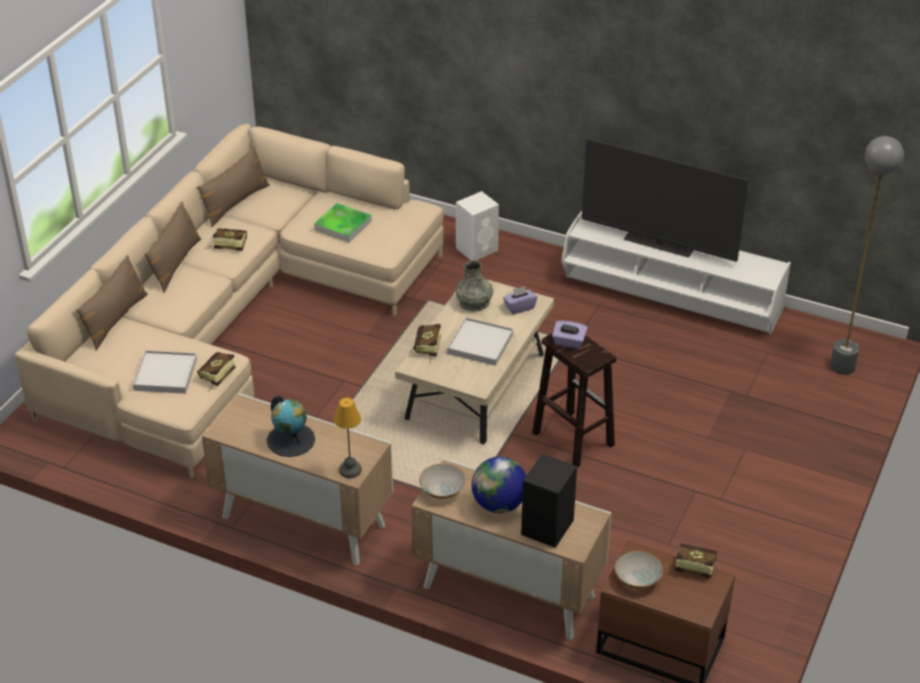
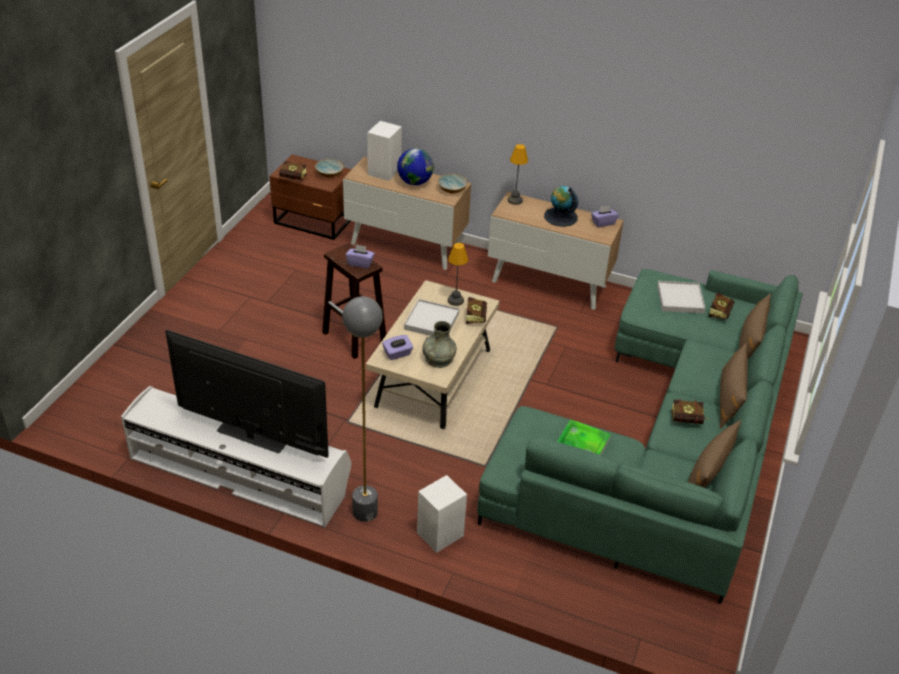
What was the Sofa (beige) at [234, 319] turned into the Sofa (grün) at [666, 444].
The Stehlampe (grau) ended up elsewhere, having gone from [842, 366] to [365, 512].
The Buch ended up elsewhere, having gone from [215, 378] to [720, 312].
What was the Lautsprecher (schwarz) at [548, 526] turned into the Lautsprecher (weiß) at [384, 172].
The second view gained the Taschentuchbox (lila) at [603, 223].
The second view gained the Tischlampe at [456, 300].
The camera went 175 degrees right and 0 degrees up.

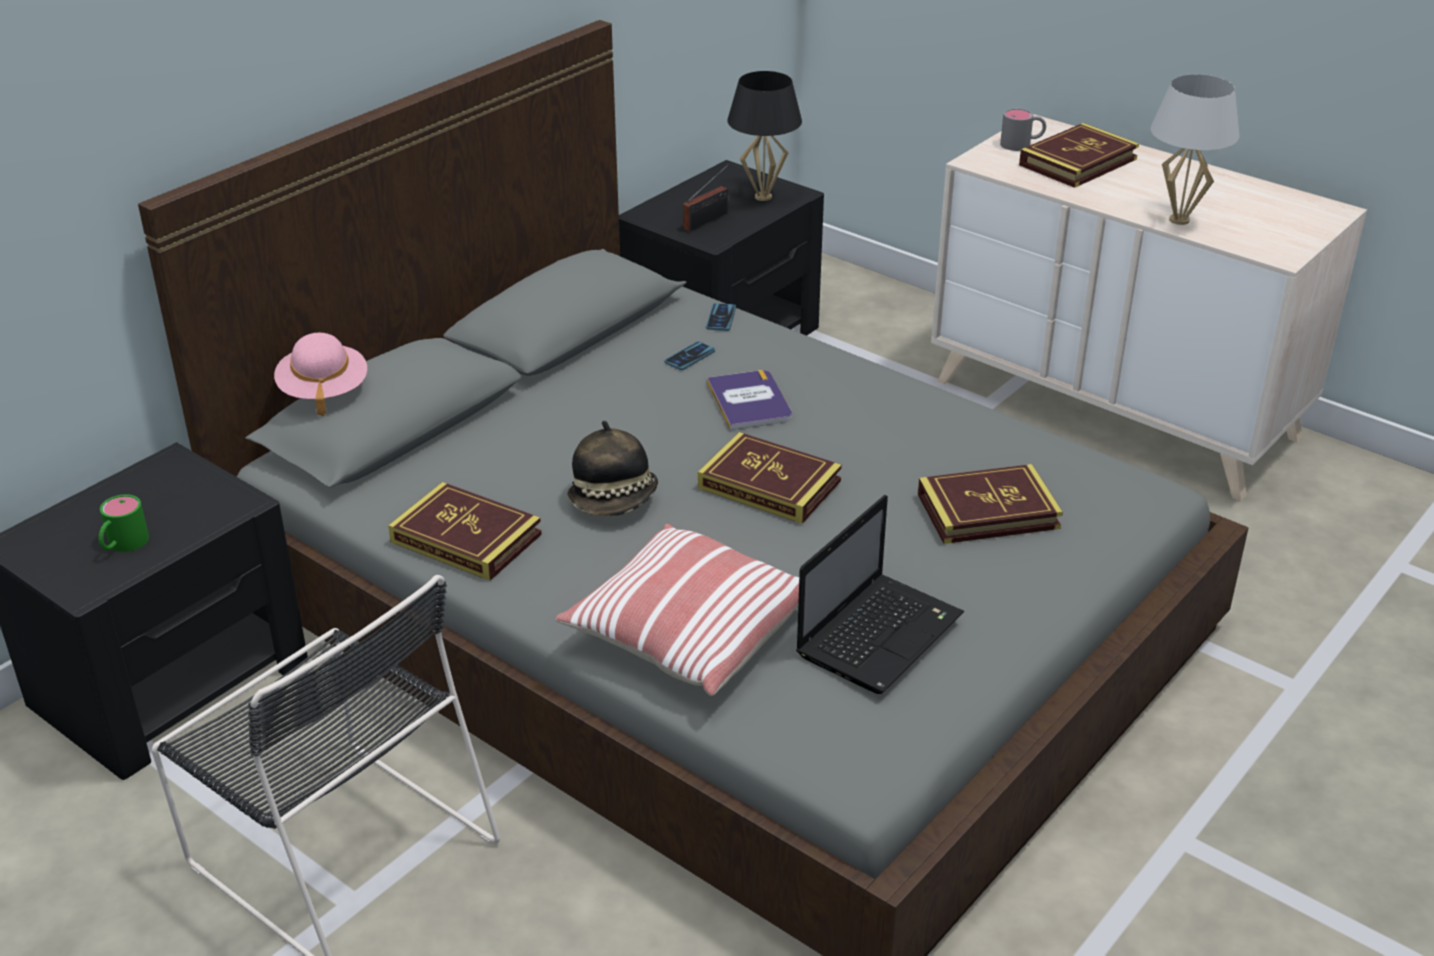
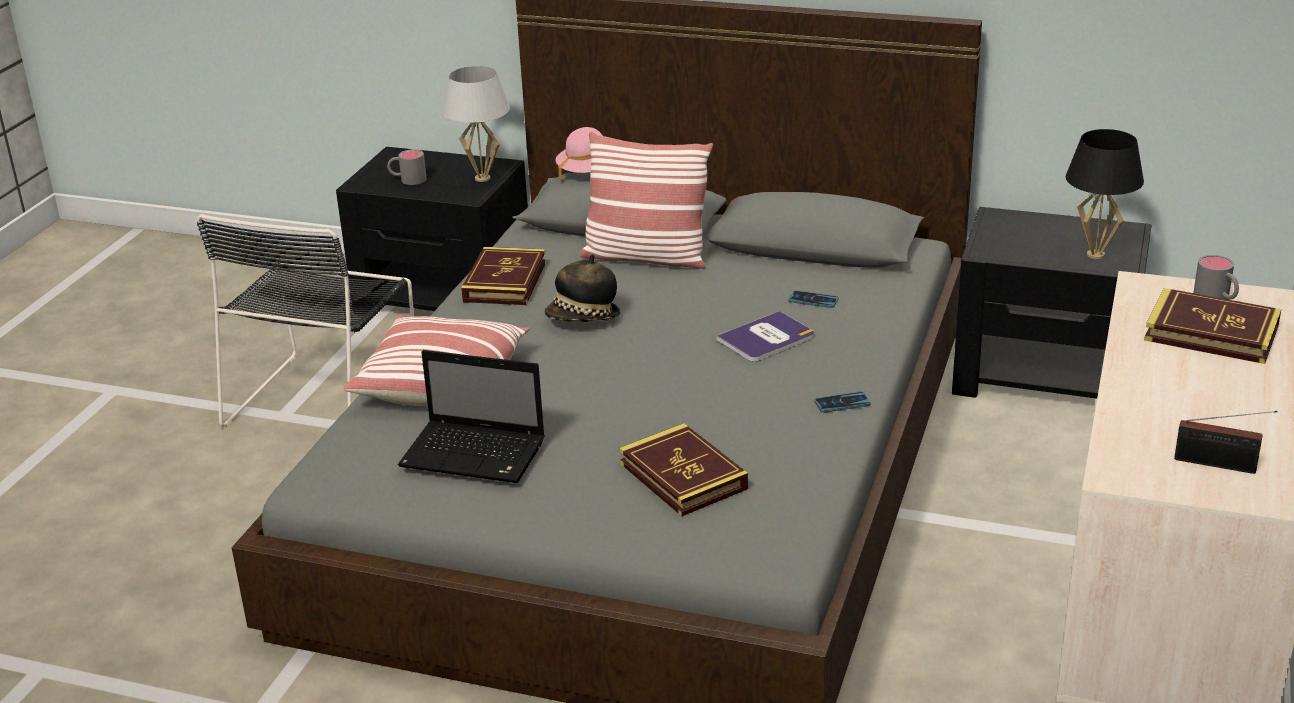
The Tischlampe (weiß) ended up elsewhere, having gone from [1179, 220] to [483, 178].
The Radio ended up elsewhere, having gone from [708, 221] to [1219, 465].
The Handy ended up elsewhere, having gone from [721, 318] to [842, 403].
The second view lost the Buch at [769, 484].
What was the Henkelbecher (grün) at [123, 545] turned into the Henkelbecher (grau) at [407, 179].
The second view gained the Kissen at [646, 257].
The camera went 70 degrees right and 5 degrees down.

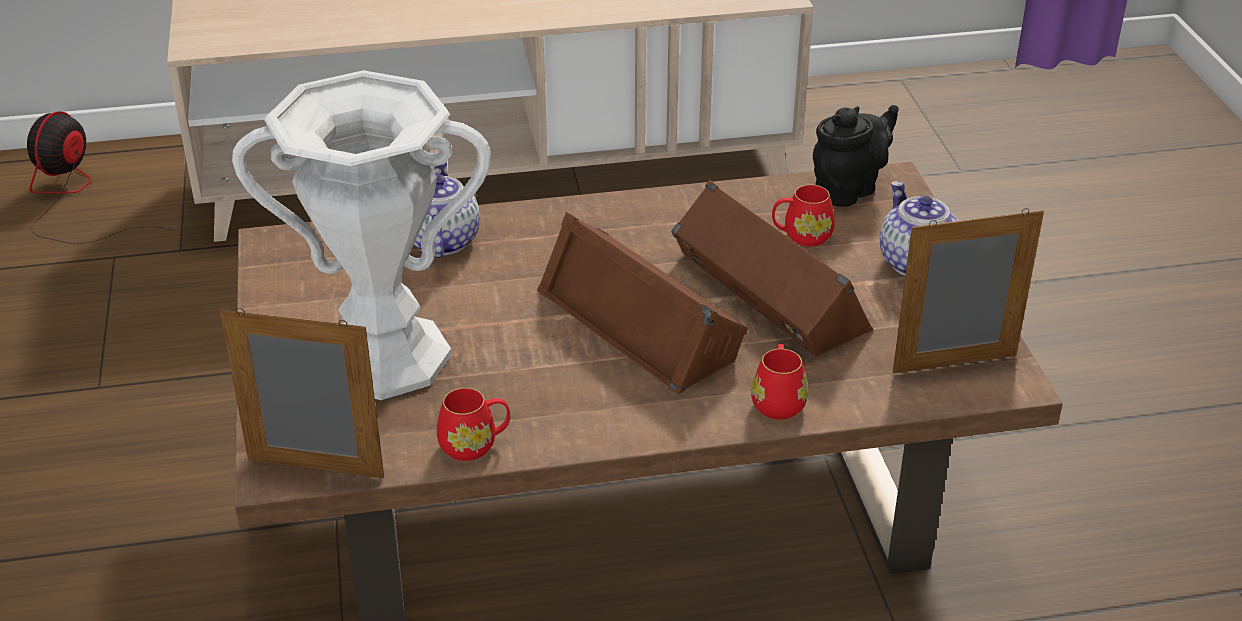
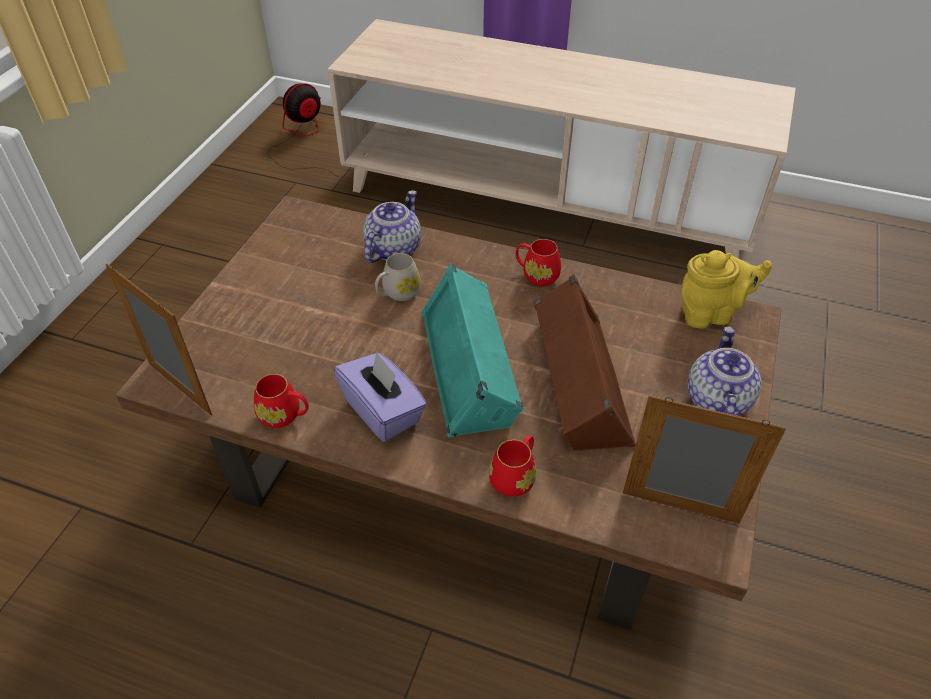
The second view lost the Vase (weiß) at [384, 357].
What was the Teekanne (schwarz) at [849, 189] turned into the Teekanne (gelb) at [710, 313].
The Henkelbecher (rot) ended up elsewhere, having gone from [801, 236] to [536, 275].
What was the Lautsprecher (braun) at [642, 321] turned into the Lautsprecher (türkis) at [471, 364].
The second view gained the Henkelbecher (weiß) at [397, 293].
The second view gained the Taschentuchbox (lila) at [383, 411].
The camera went 30 degrees right and 10 degrees up.

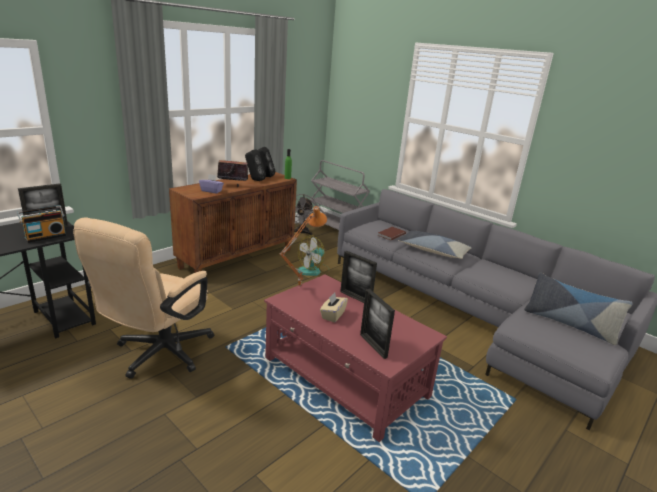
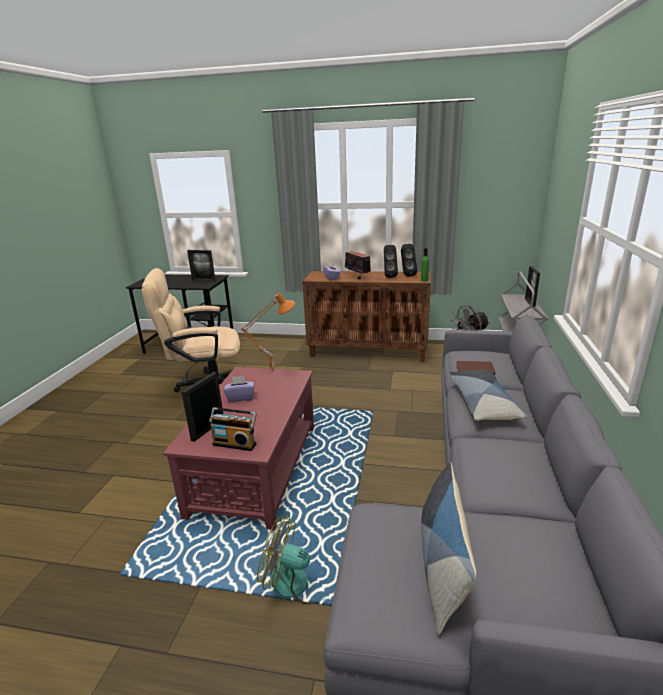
The Radio ended up elsewhere, having gone from [45, 236] to [235, 443].
The Ventilator ended up elsewhere, having gone from [313, 270] to [298, 582].
The Bilderrahmen ended up elsewhere, having gone from [355, 298] to [529, 303].
What was the Taschentuchbox (beige) at [332, 315] turned into the Taschentuchbox (lila) at [240, 397].
The camera went 60 degrees right and 0 degrees up.

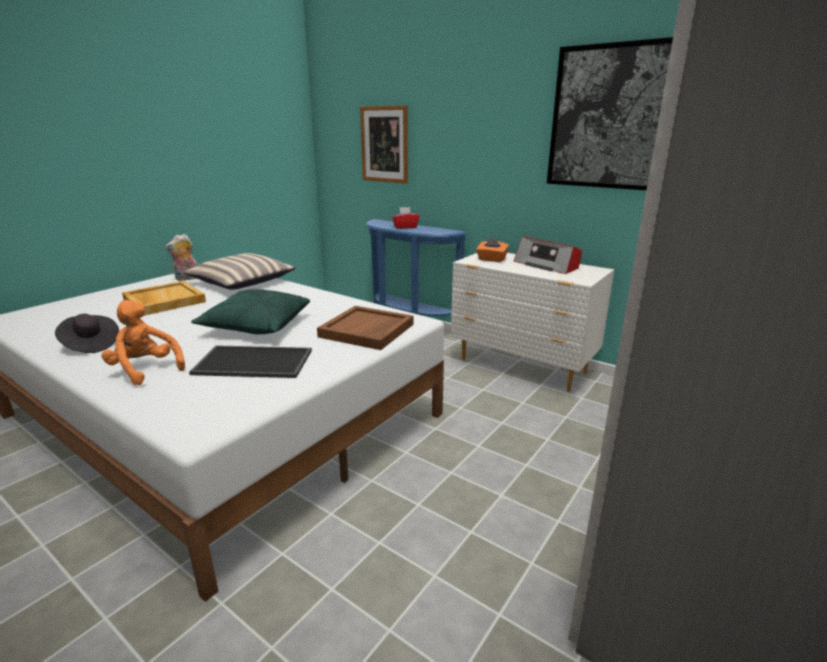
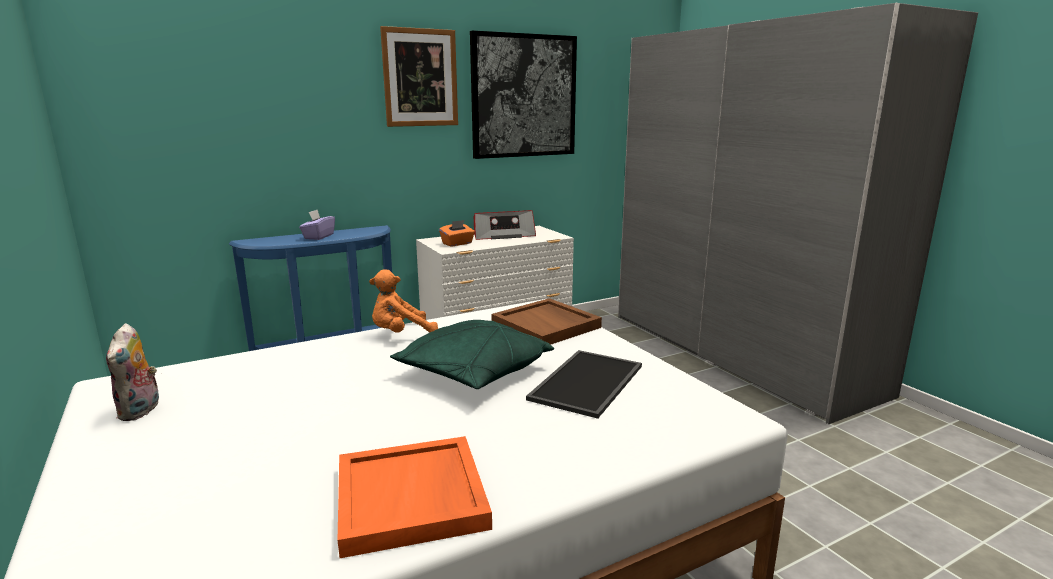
The Bild ended up elsewhere, having gone from [384, 144] to [420, 78].
What was the Taschentuchbox (rot) at [405, 227] turned into the Taschentuchbox (lila) at [318, 237].
The second view lost the Kissen at [242, 282].
The second view lost the Tablett (beige) at [163, 301].
The Plüschtier (orange) ended up elsewhere, having gone from [145, 370] to [401, 334].
Where the Hut (schwarz) stood at [90, 345], the Tablett (orange) came to stand at [412, 498].
The camera went 65 degrees left and 5 degrees down.

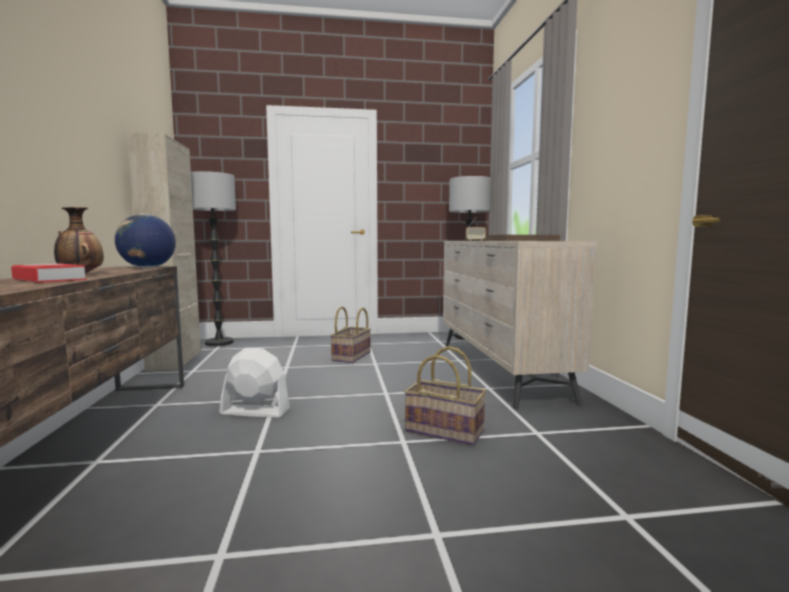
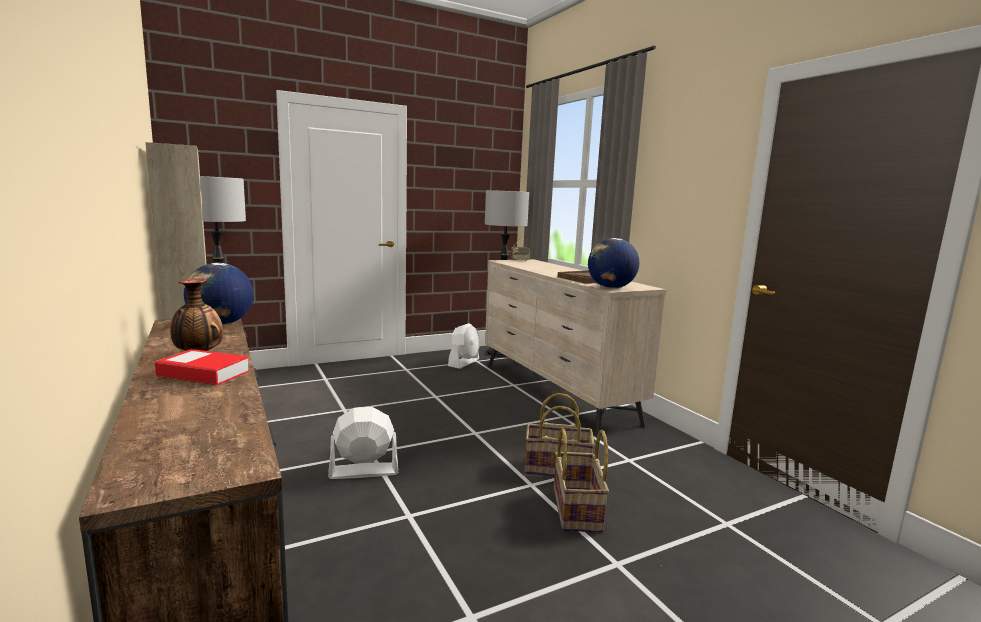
The Korb ended up elsewhere, having gone from [352, 356] to [578, 510].
The second view gained the Globus at [610, 288].
The second view gained the Ventilator (weiß) at [464, 362].
The camera went 20 degrees left and 5 degrees up.

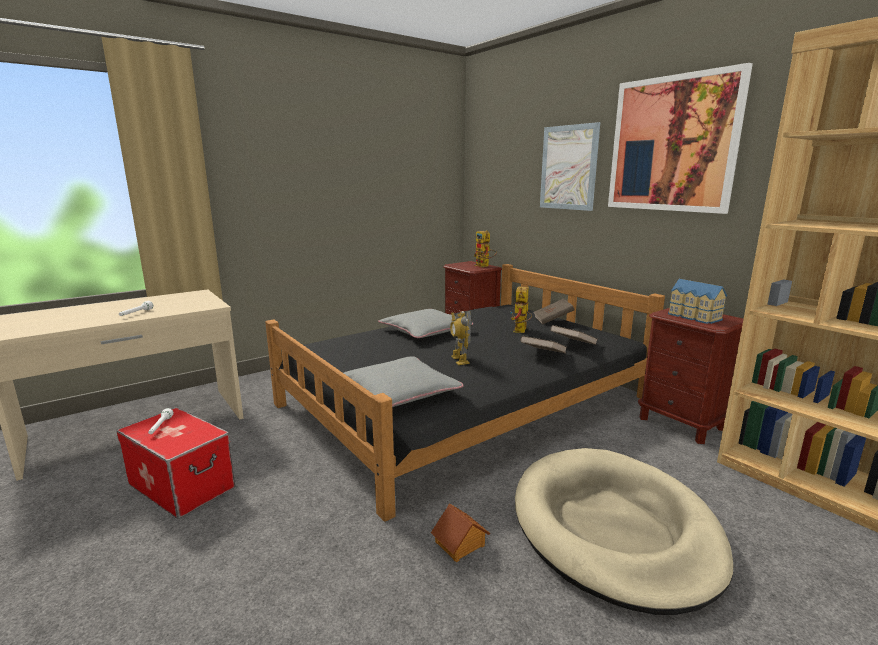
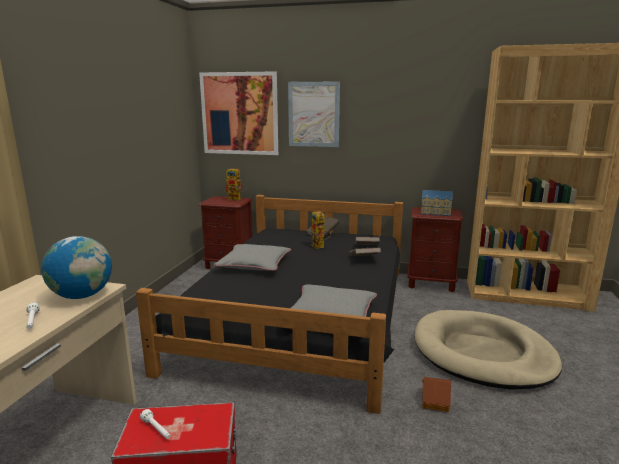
The Bild ended up elsewhere, having gone from [672, 144] to [240, 113].
The second view lost the Spielzeugroboter at [459, 360].
The second view gained the Globus at [82, 296].
The camera went 40 degrees left and 0 degrees up.

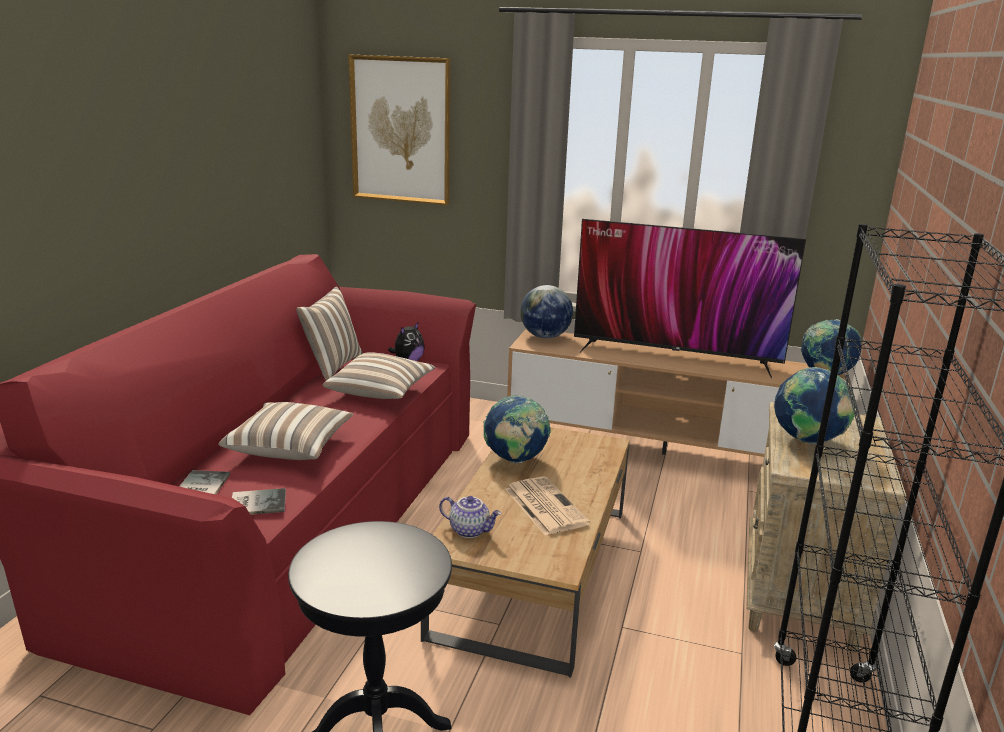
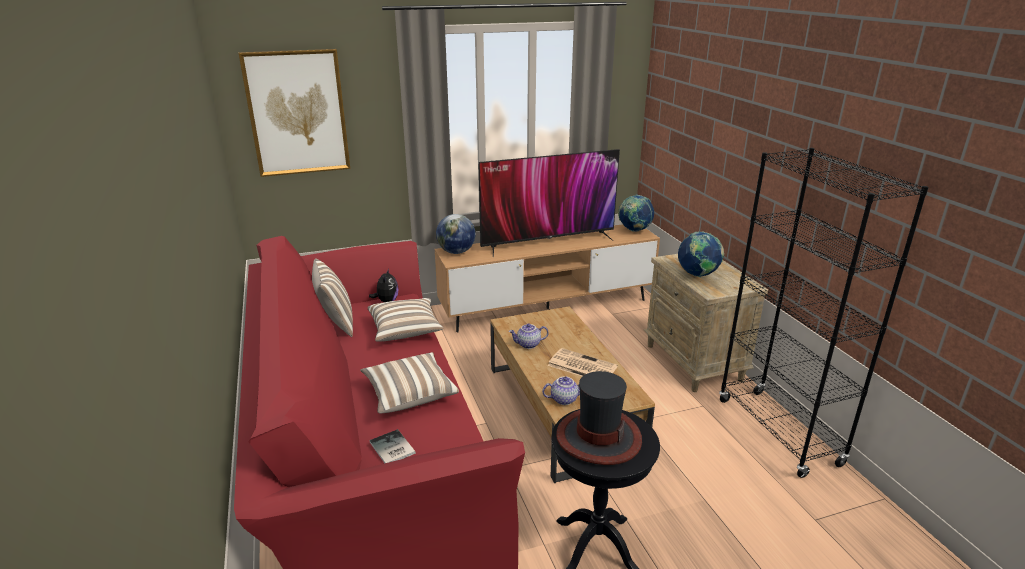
Where the Globus stood at [515, 460], the Teekanne came to stand at [528, 345].
The second view lost the Buch at [256, 502].
The second view gained the Hut at [598, 437].
The camera went 35 degrees left and 5 degrees up.

